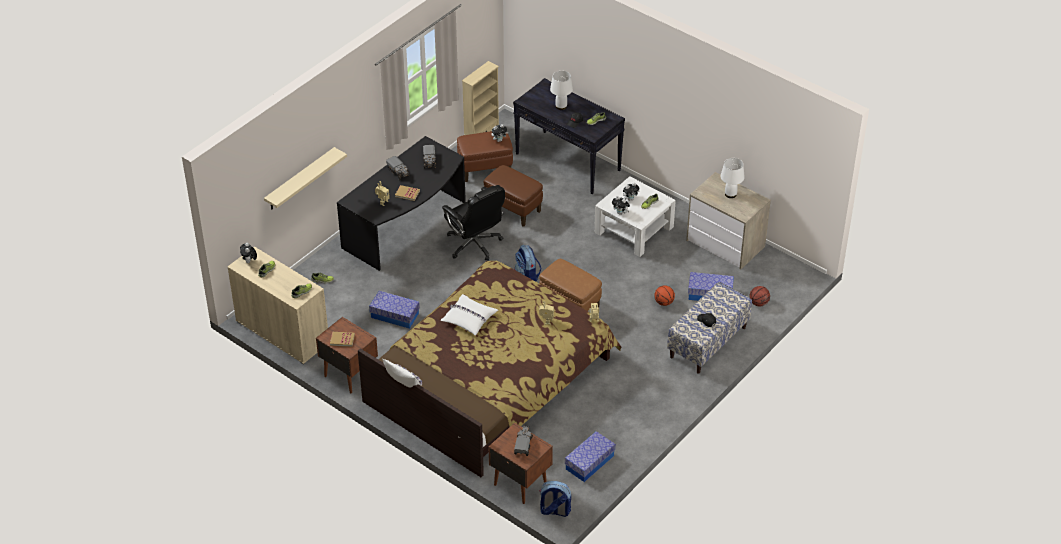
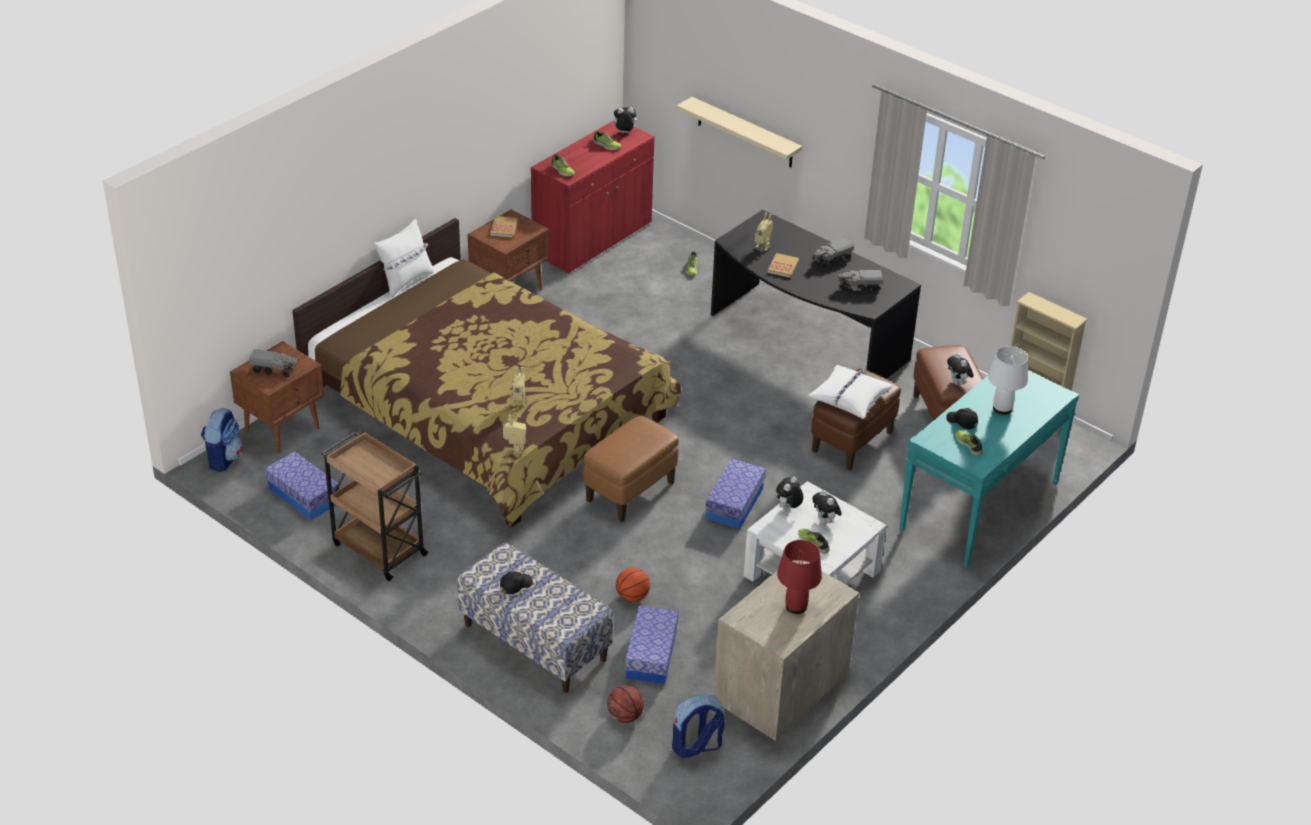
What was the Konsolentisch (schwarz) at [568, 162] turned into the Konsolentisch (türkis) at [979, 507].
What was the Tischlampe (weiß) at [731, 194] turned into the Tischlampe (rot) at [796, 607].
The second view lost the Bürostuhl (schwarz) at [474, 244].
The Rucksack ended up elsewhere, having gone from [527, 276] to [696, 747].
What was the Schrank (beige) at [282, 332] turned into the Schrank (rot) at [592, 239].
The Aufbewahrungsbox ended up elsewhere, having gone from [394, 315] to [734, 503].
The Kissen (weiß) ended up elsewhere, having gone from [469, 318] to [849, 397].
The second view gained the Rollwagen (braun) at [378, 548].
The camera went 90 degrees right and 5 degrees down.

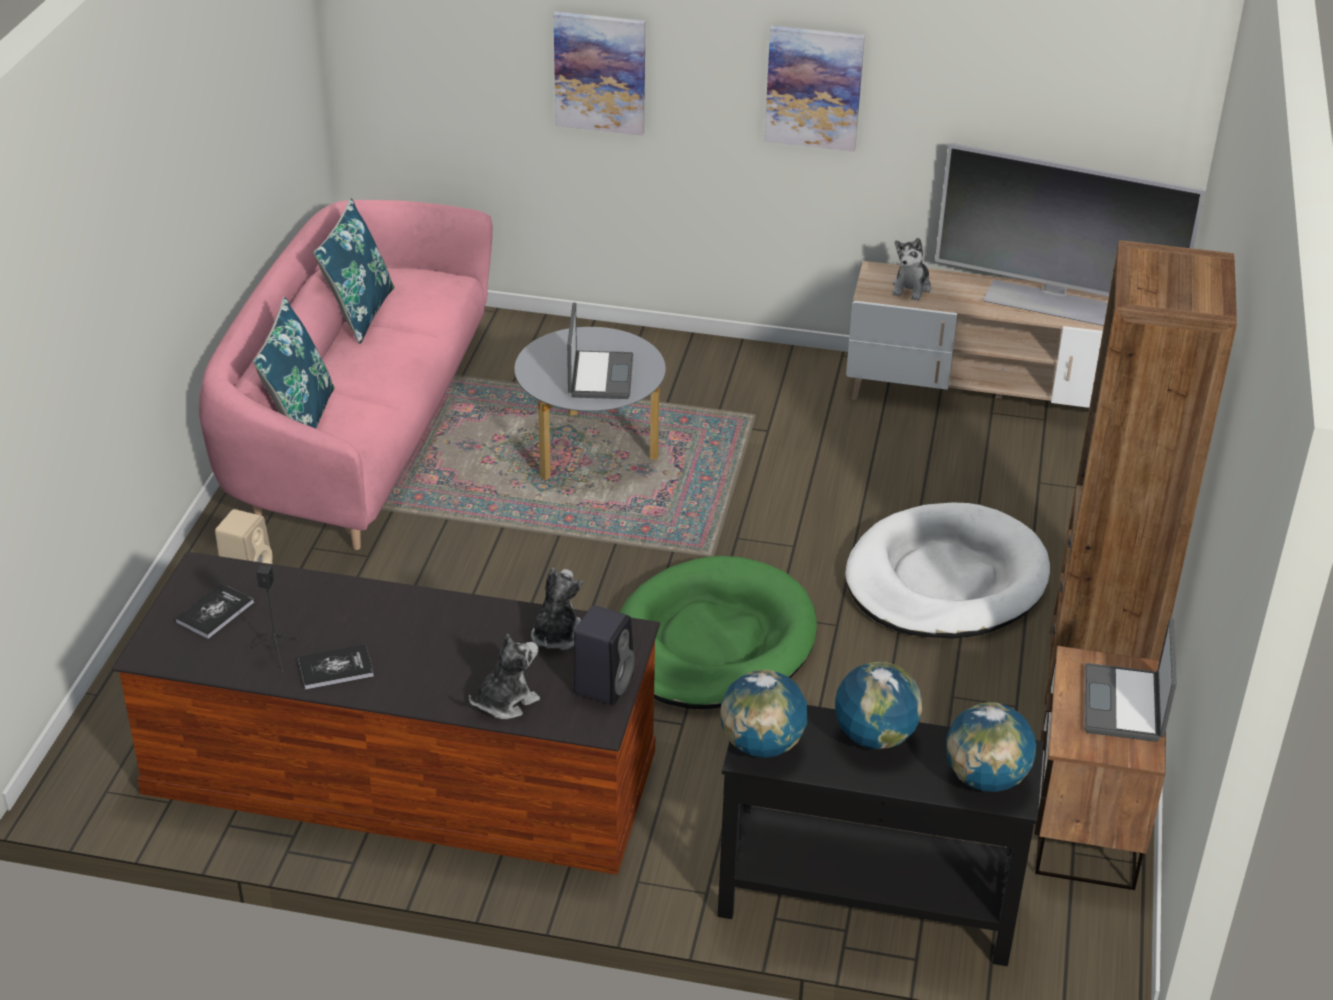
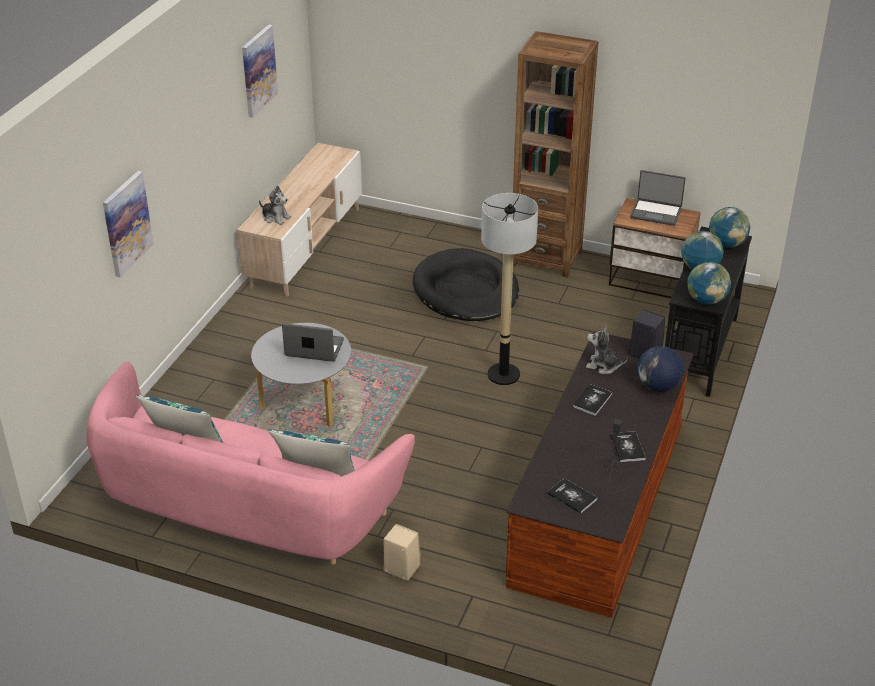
The Bild ended up elsewhere, having gone from [814, 87] to [258, 70].
The second view lost the Fernseher at [1055, 303].
What was the Hundebett (weiß) at [945, 580] turned into the Hundebett (schwarz) at [466, 291].
Where the Hundebett (grün) stood at [713, 642], the Stehlampe came to stand at [503, 375].
Where the Plüschtier stood at [505, 702], the Globus came to stand at [657, 387].
The second view gained the Buch at [592, 400].
The camera went 80 degrees left and 0 degrees up.

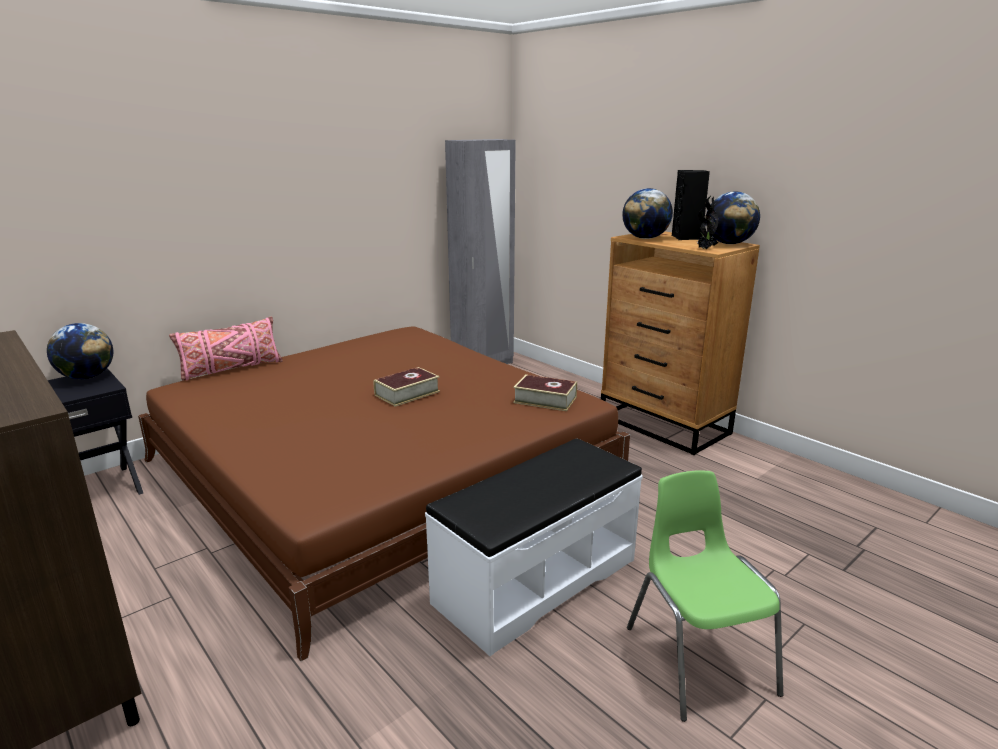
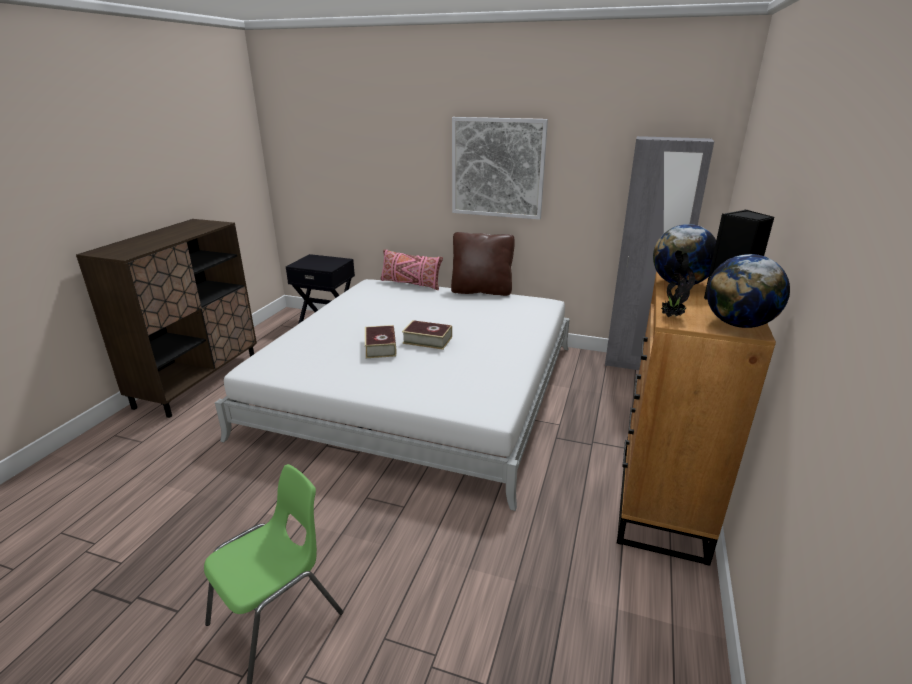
The second view lost the Globus at [87, 377].
What was the Bett (braun) at [379, 471] turned into the Bett (weiß) at [419, 388].
The Buch ended up elsewhere, having gone from [545, 400] to [380, 347].
The second view lost the Bank (weiß) at [535, 580].
The second view gained the Bild at [497, 168].
The second view gained the Kissen (braun) at [481, 291].
The camera went 60 degrees right and 5 degrees up.

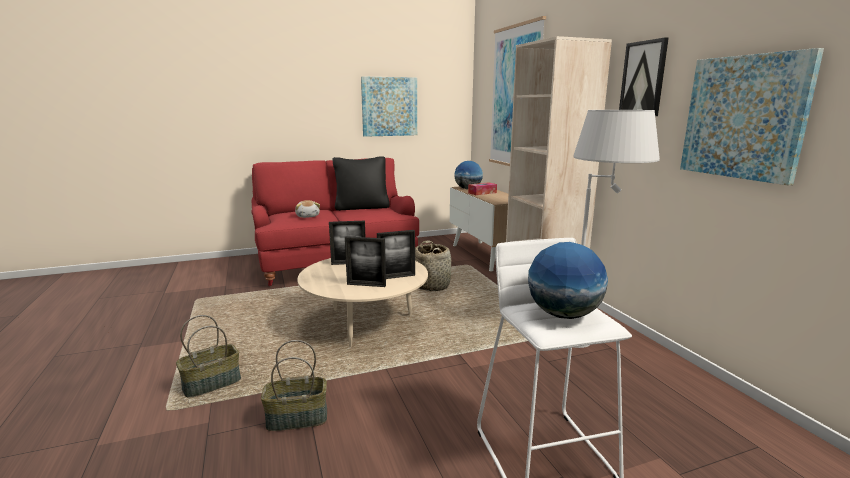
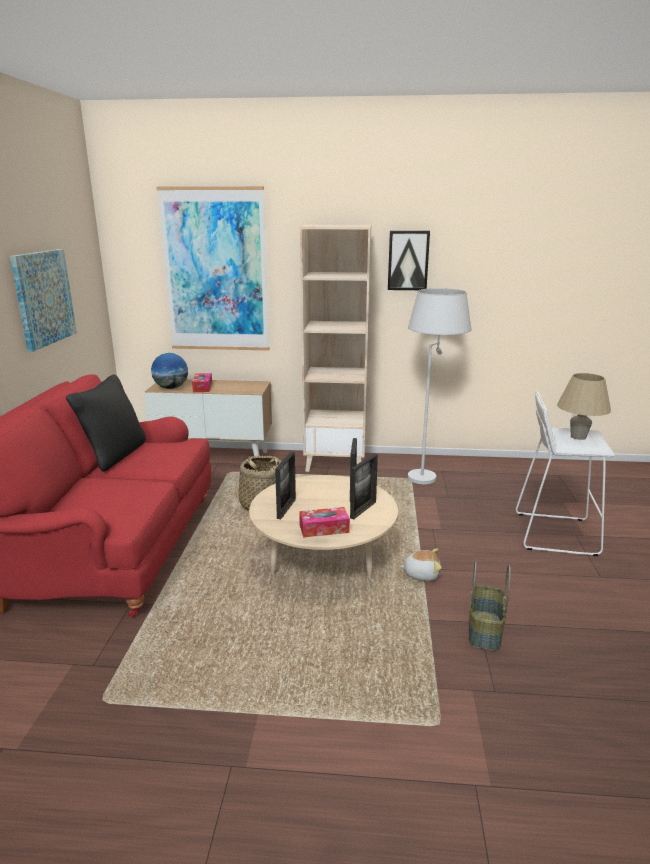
The second view lost the Bild at [744, 117].
The Plüschtier ended up elsewhere, having gone from [308, 216] to [421, 574].
Where the Globus stood at [563, 314], the Tischlampe (beige) came to stand at [578, 437].
The second view lost the Korb at [212, 383].
The second view gained the Taschentuchbox at [324, 528].
The camera went 65 degrees left and 5 degrees up.

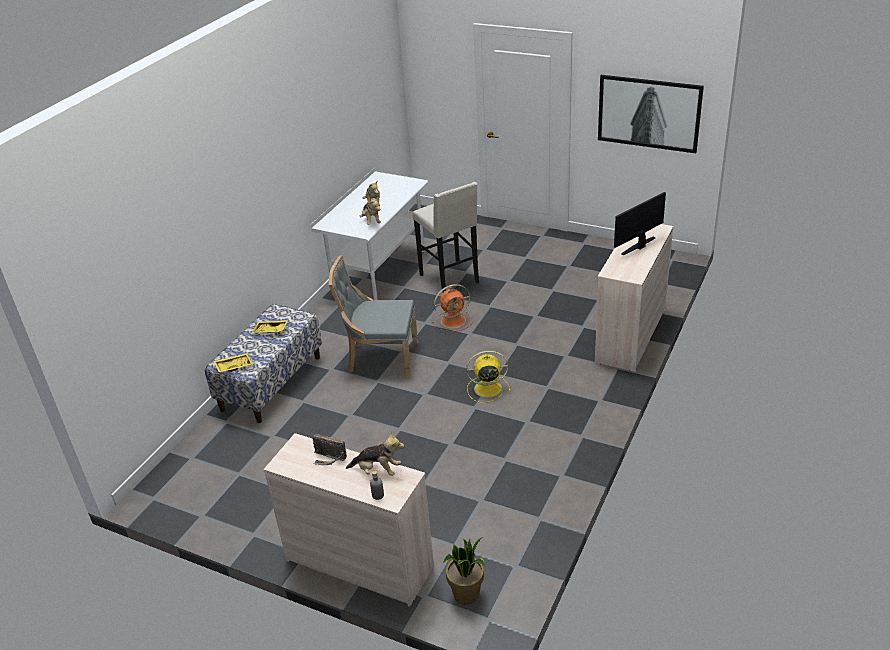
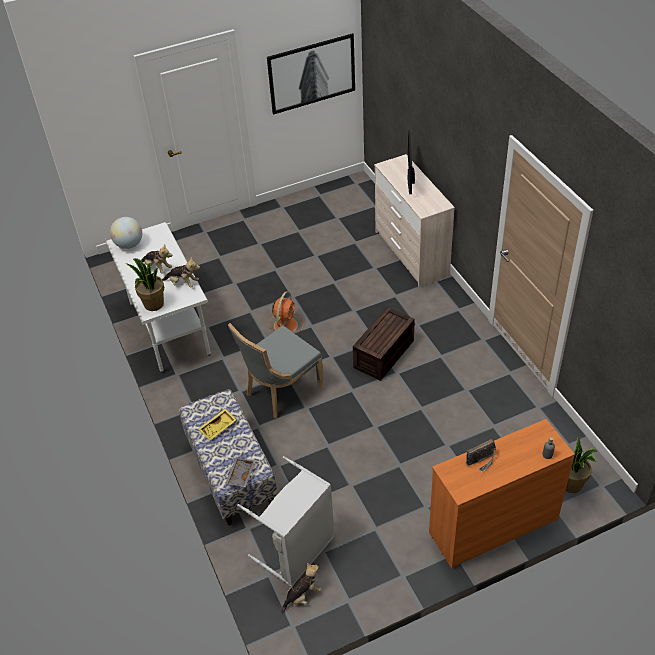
The second view lost the Hocker (beige) at [451, 279].
Where the Ventilator (gelb) stood at [486, 389], the Aufbewahrungsbox (braun) came to stand at [384, 355].
What was the Tablett (gelb) at [233, 366] turned into the Tablett (grau) at [240, 475].
The Plüschtier ended up elsewhere, having gone from [377, 470] to [302, 596].
What was the Kommode (beige) at [360, 563] turned into the Kommode (orange) at [492, 525].
The second view gained the Globus at [129, 244].
The second view gained the Topfpflanze at [153, 304].
The second view gained the Wäschekorb (grau) at [298, 551].
The camera went 50 degrees left and 10 degrees up.

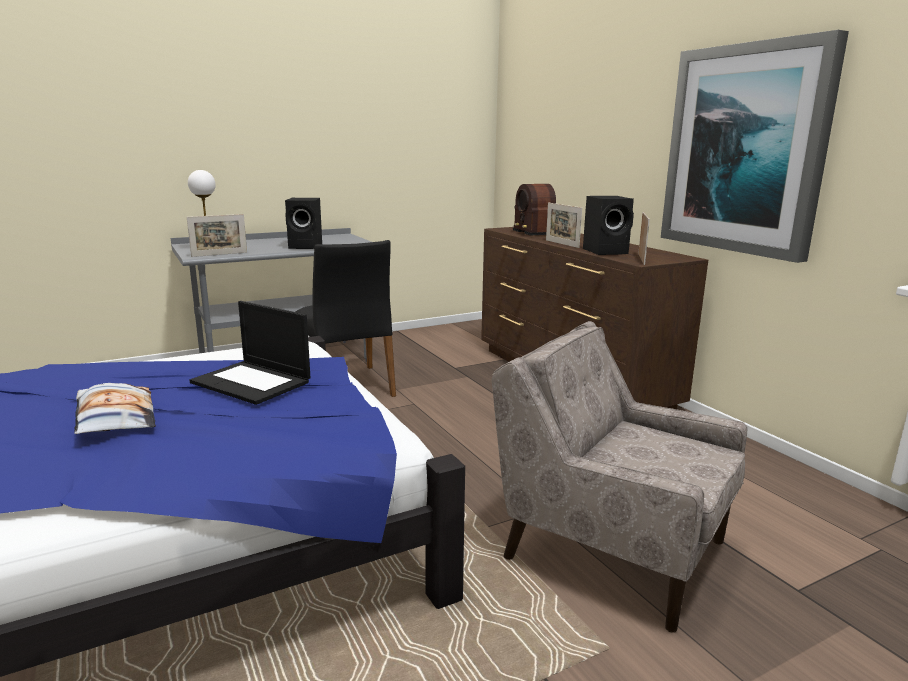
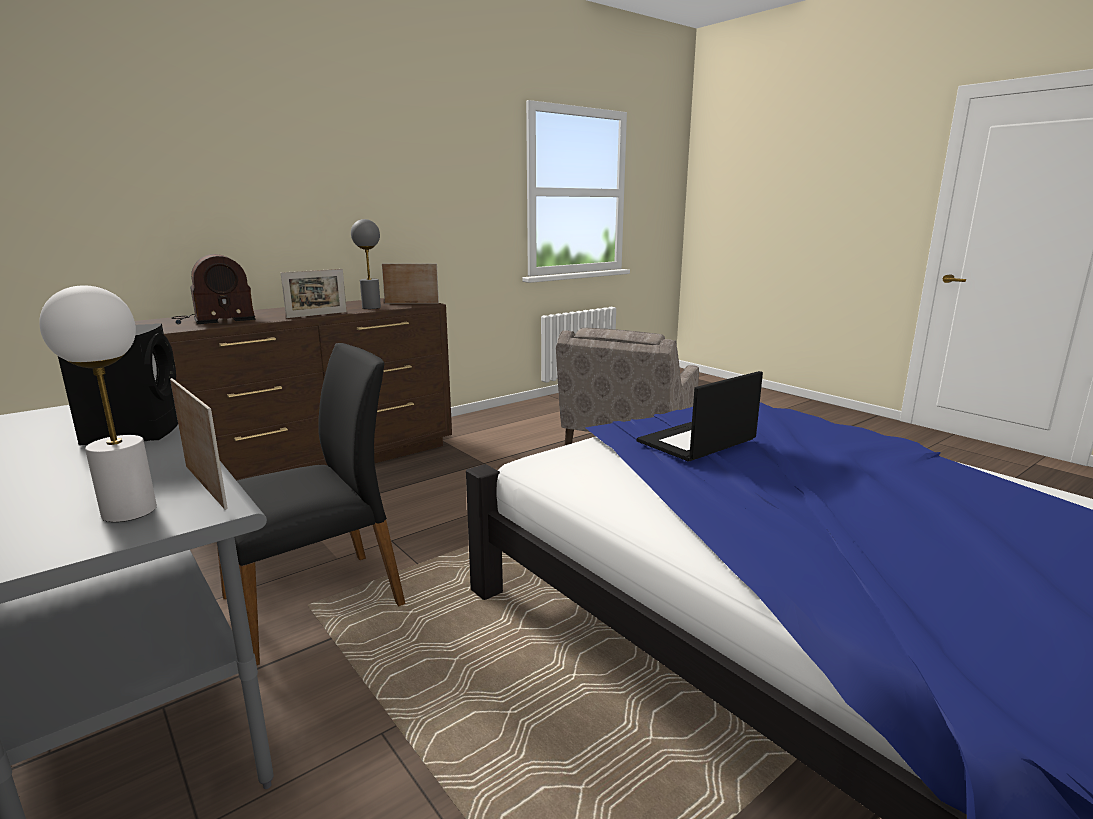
The second view lost the Bild at [745, 150].
Where the Lautsprecher (schwarz) stood at [606, 251], the Tischlampe (grau) came to stand at [371, 307].
The Laptop at [253, 382] ended up facing another way, 150 degrees counterclockwise from before.
The second view lost the Kissen at [115, 418].
The camera went 100 degrees left and 0 degrees up.

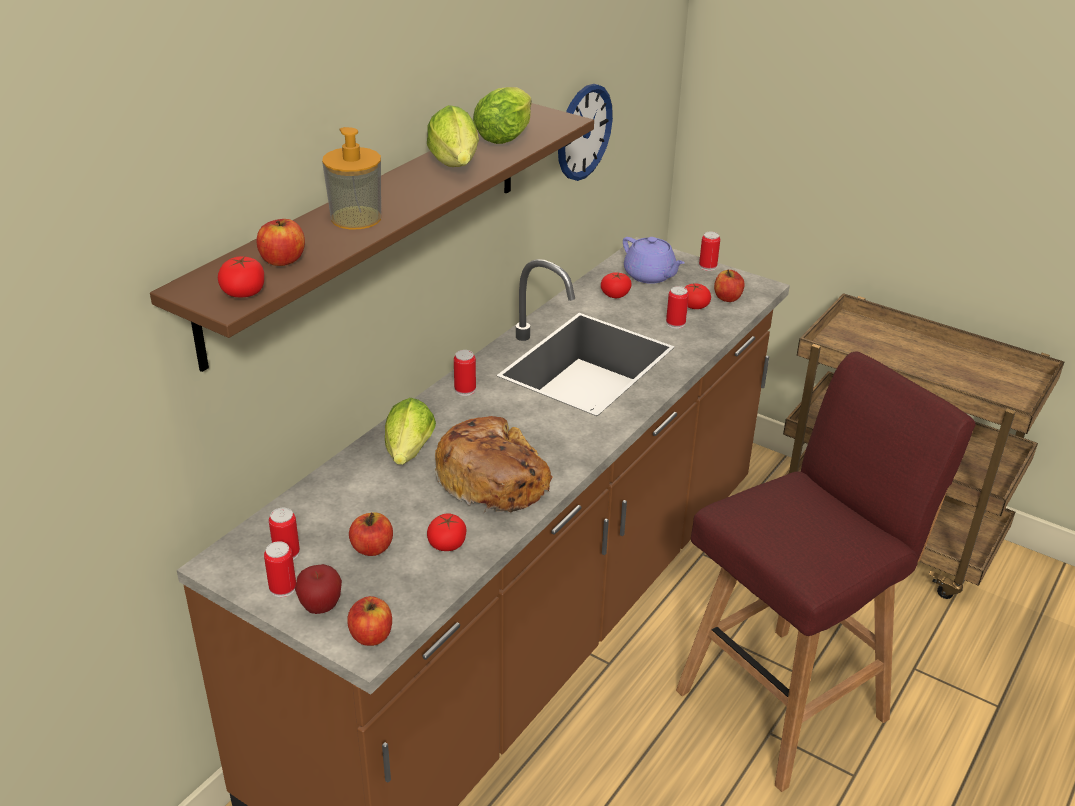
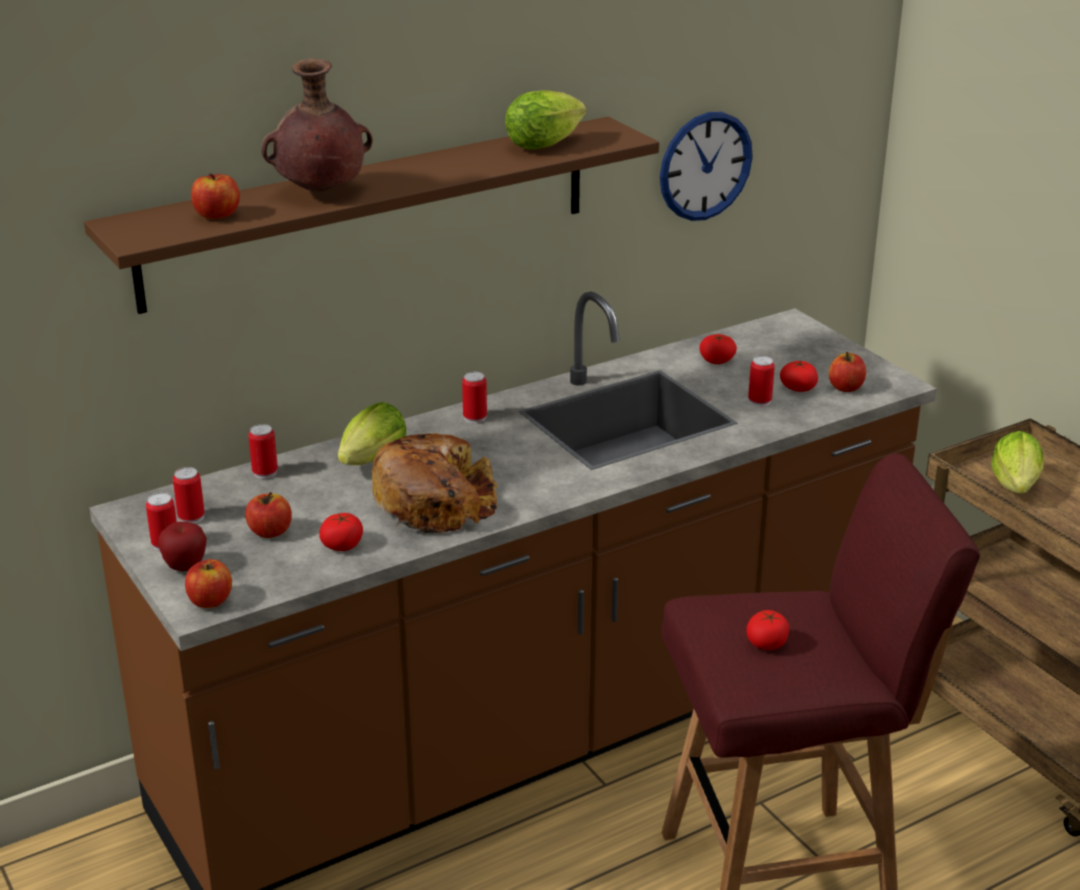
The Salatkopf ended up elsewhere, having gone from [456, 166] to [1015, 489].
Where the Seifenspender stood at [356, 218], the Vase (braun) came to stand at [319, 192].
The Dose ended up elsewhere, having gone from [707, 266] to [265, 472].
The second view lost the Teekanne (lila) at [650, 276].
The Tomate ended up elsewhere, having gone from [243, 292] to [767, 643].
The camera went 25 degrees right and 5 degrees down.

